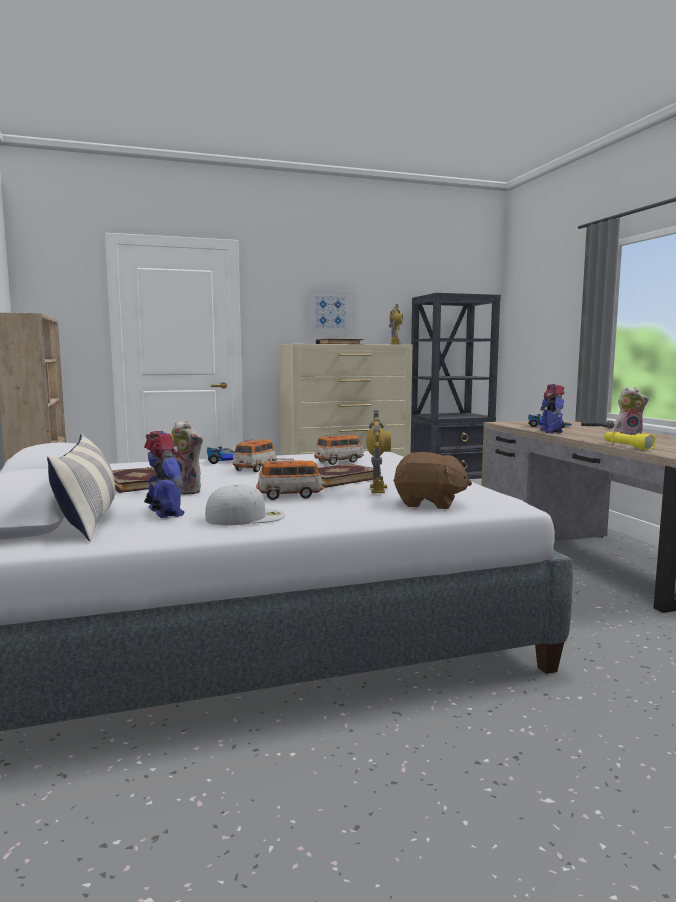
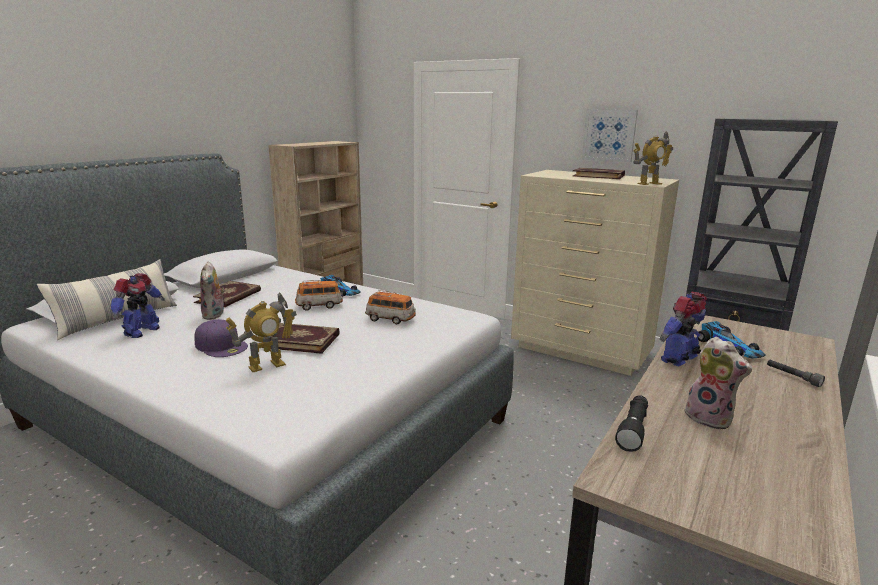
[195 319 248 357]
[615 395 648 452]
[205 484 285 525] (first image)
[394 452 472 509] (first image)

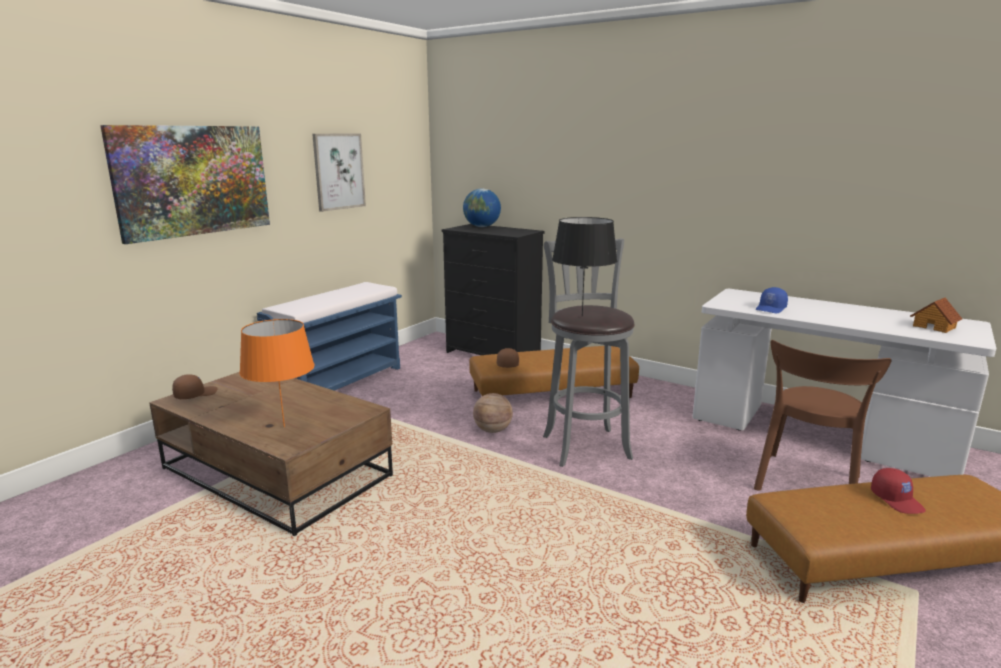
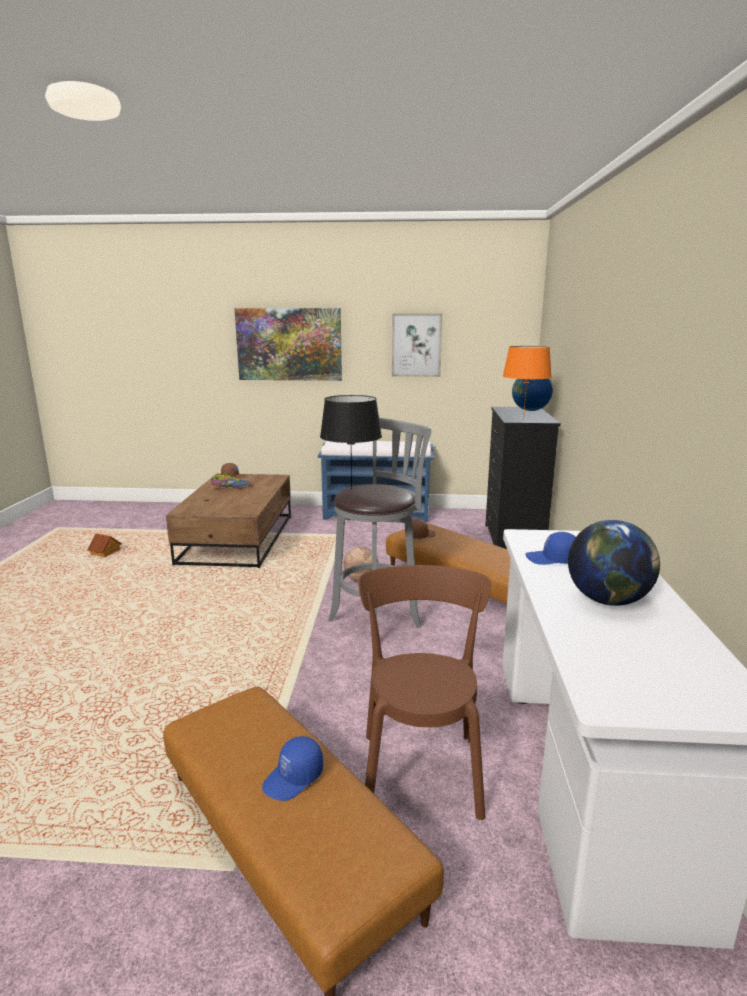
[87 533 122 557]
[211 473 251 489]
[262 736 323 801]
[358 565 491 820]
[503 346 552 420]
[568 520 660 606]

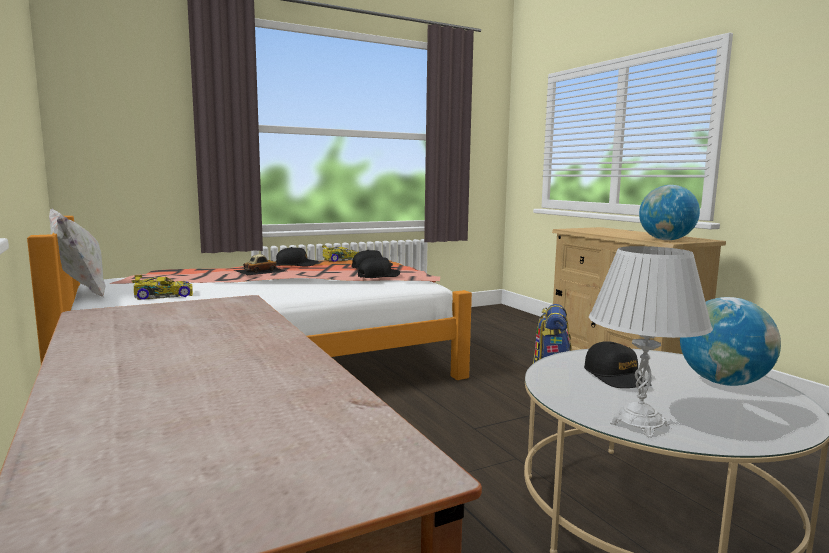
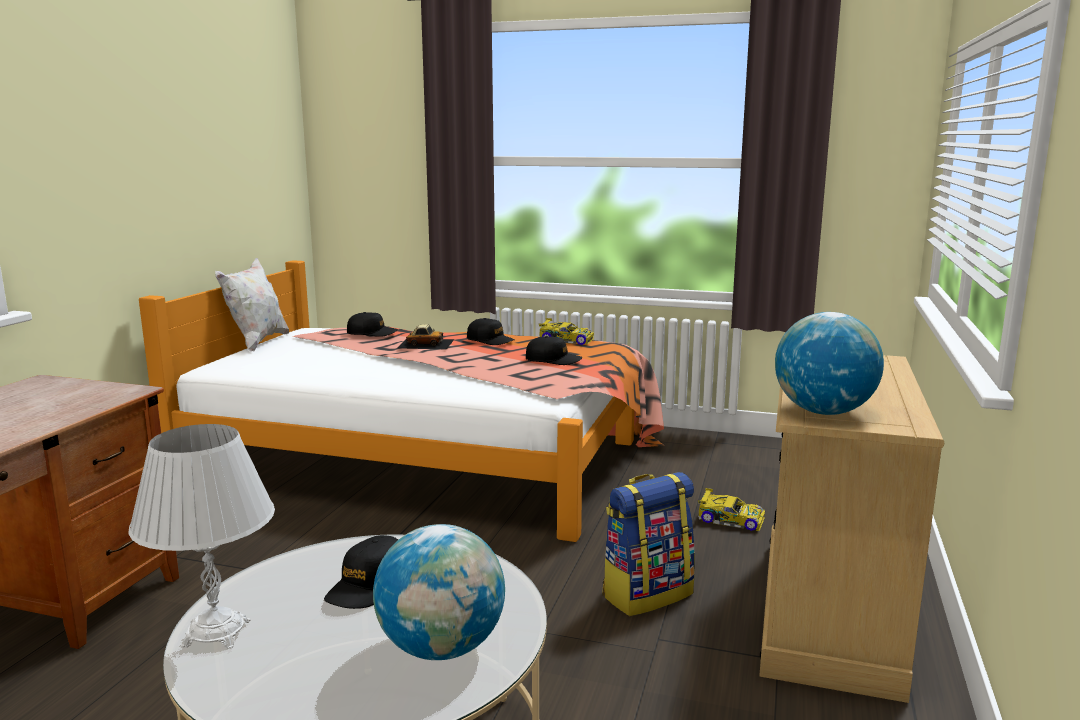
[347 312 398 337]
[698 488 765 531]

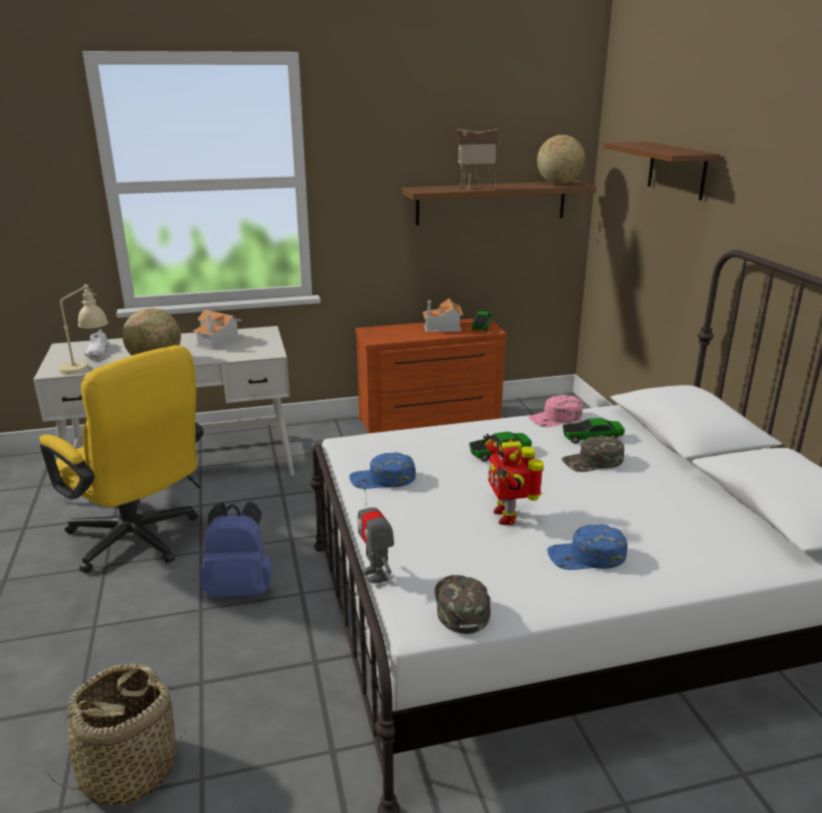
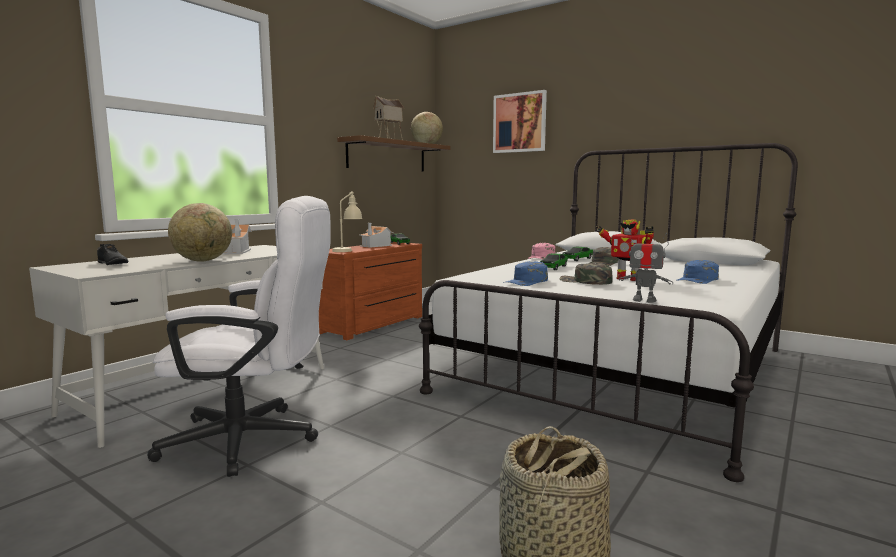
[97 244 129 265]
[147 196 331 477]
[332 191 363 252]
[493 90 547 153]
[560 263 613 285]
[199 501 272 597] (first image)

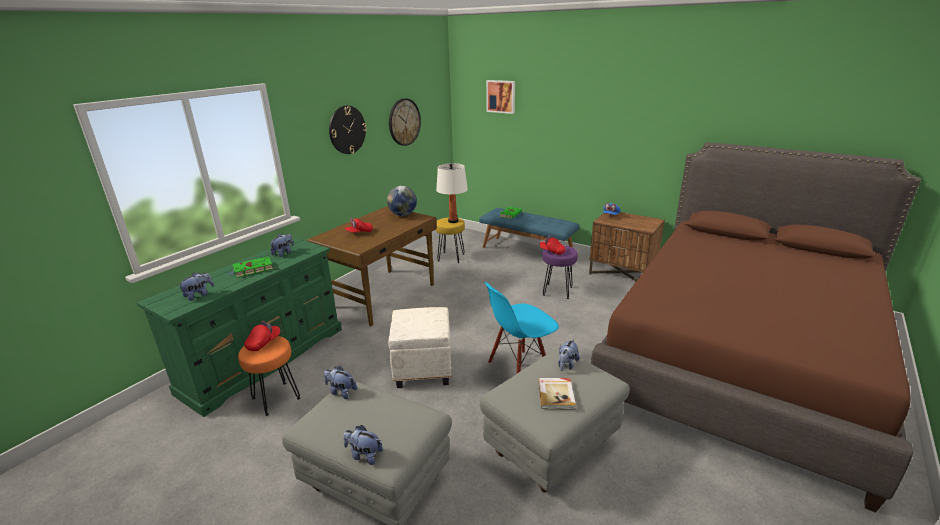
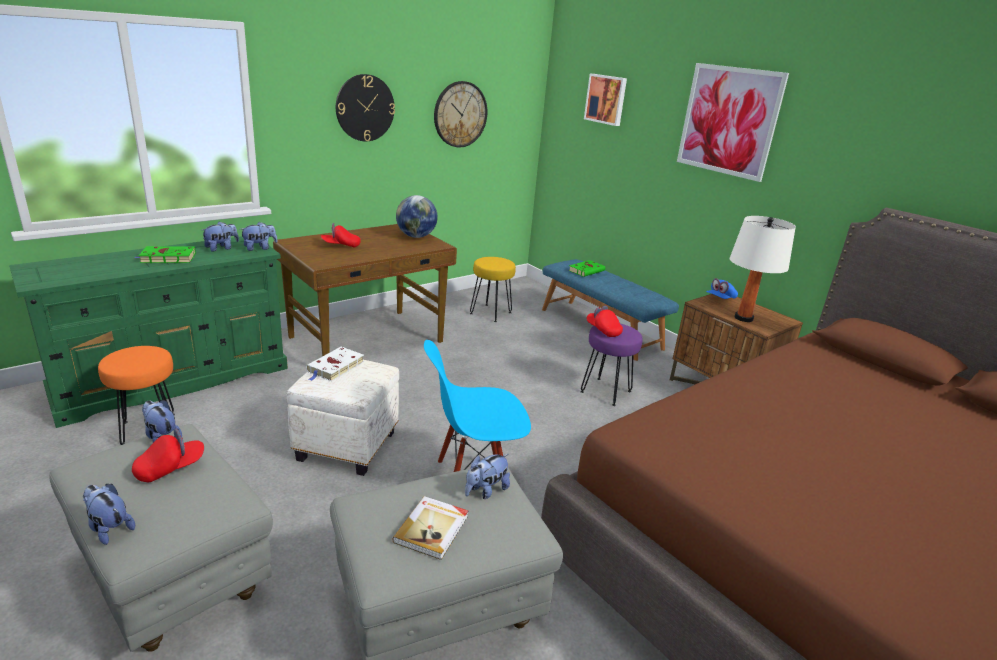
[132 429 204 482]
[240 222 278 251]
[306 347 364 381]
[677 63 789 182]
[730 216 796 322]

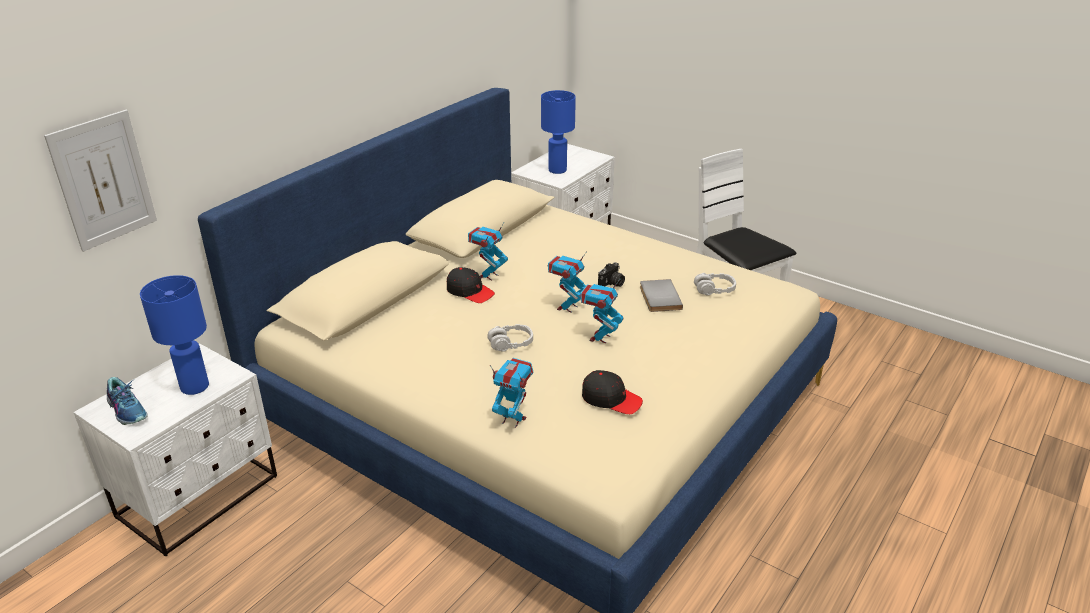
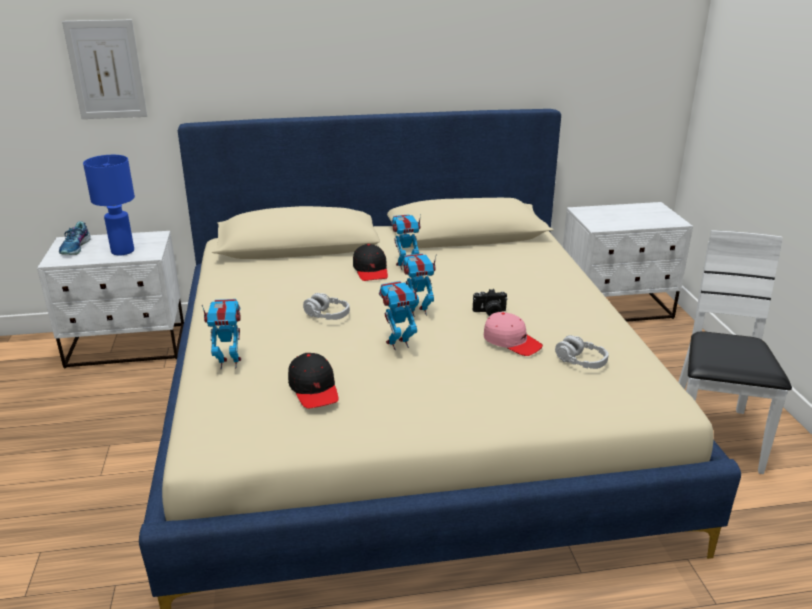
[202 299 241 370]
[484 312 543 356]
[541 90 576 174] (first image)

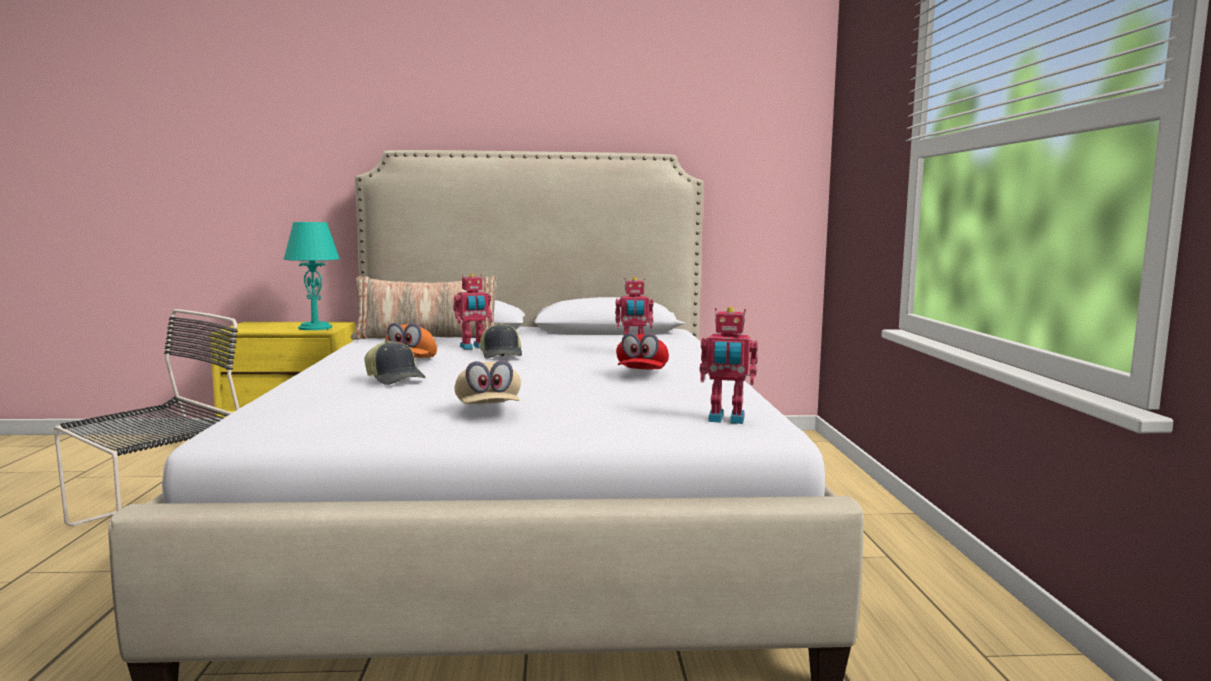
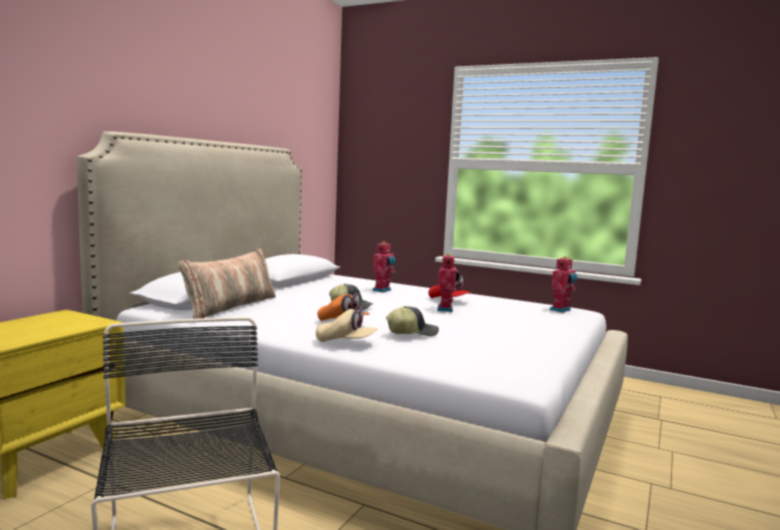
[316 307 378 342]
[437 254 460 312]
[284 222 340 330] (first image)

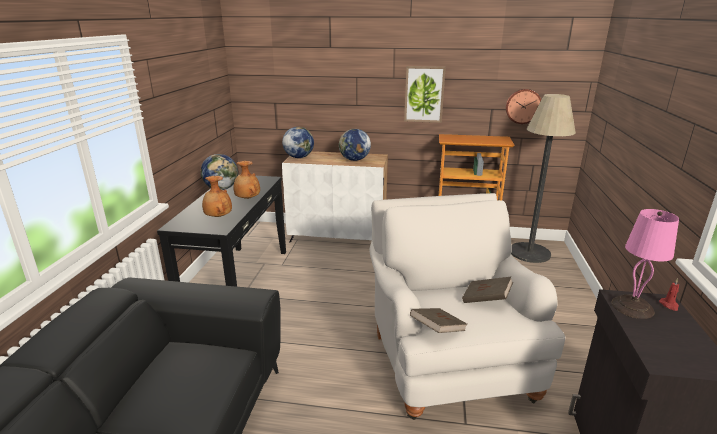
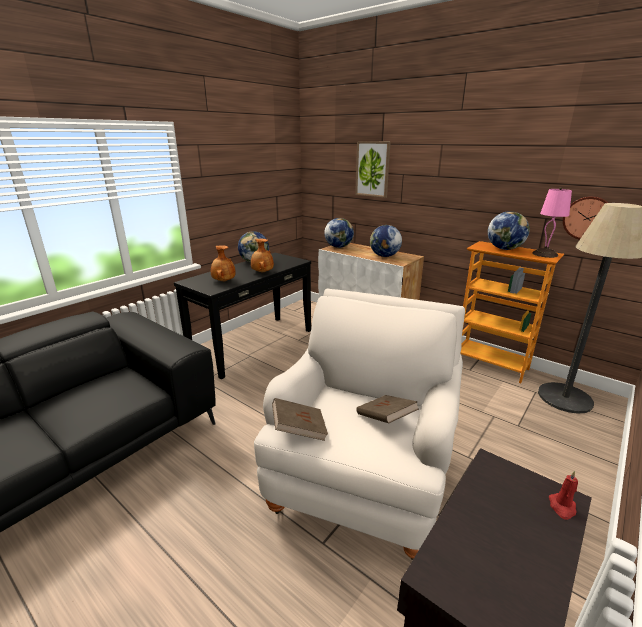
[355 141 391 198]
[488 211 530 250]
[532 187 572 258]

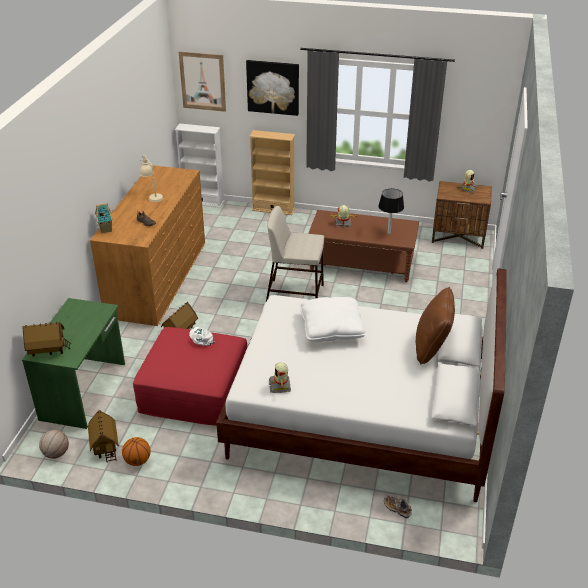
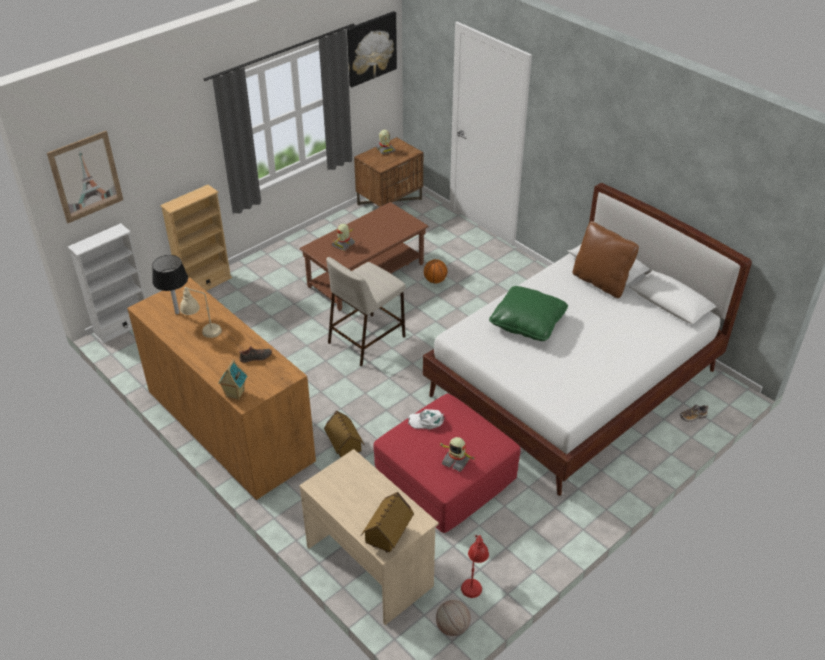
[152 255 188 314]
[299 449 439 625]
[347 11 397 87]
[424 259 447 283]
[439 437 476 472]
[461 535 489 598]
[489 286 568 341]

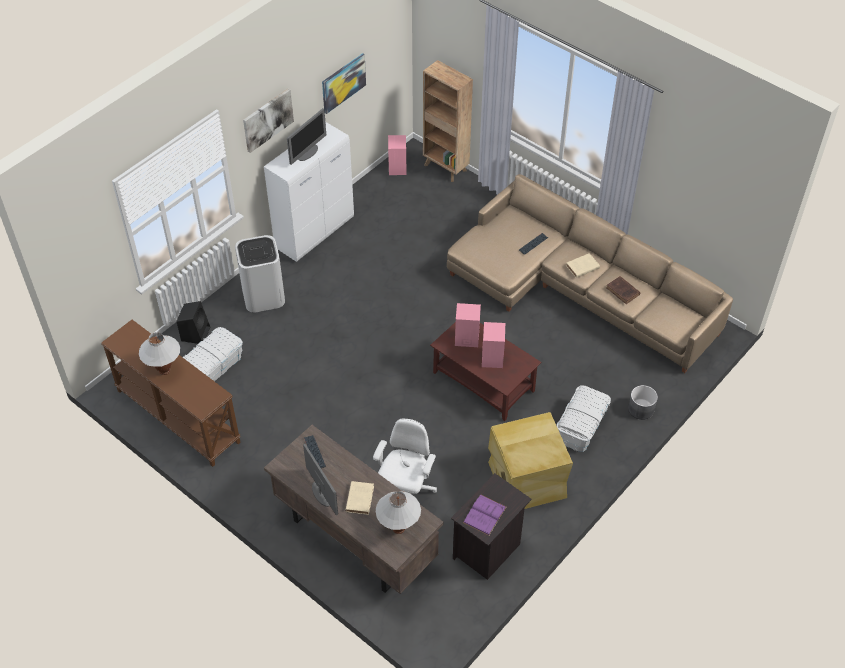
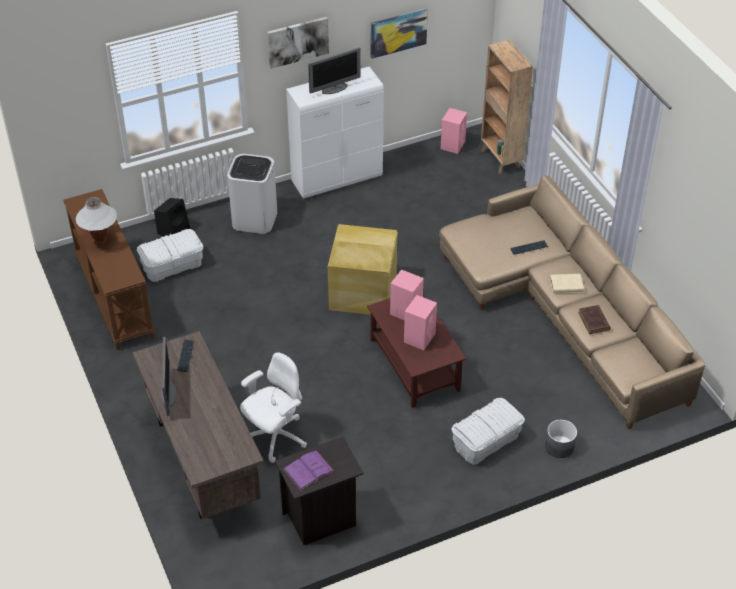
[328 224 398 315]
[345 481 374 515] (first image)
[375 491 421 534] (first image)

